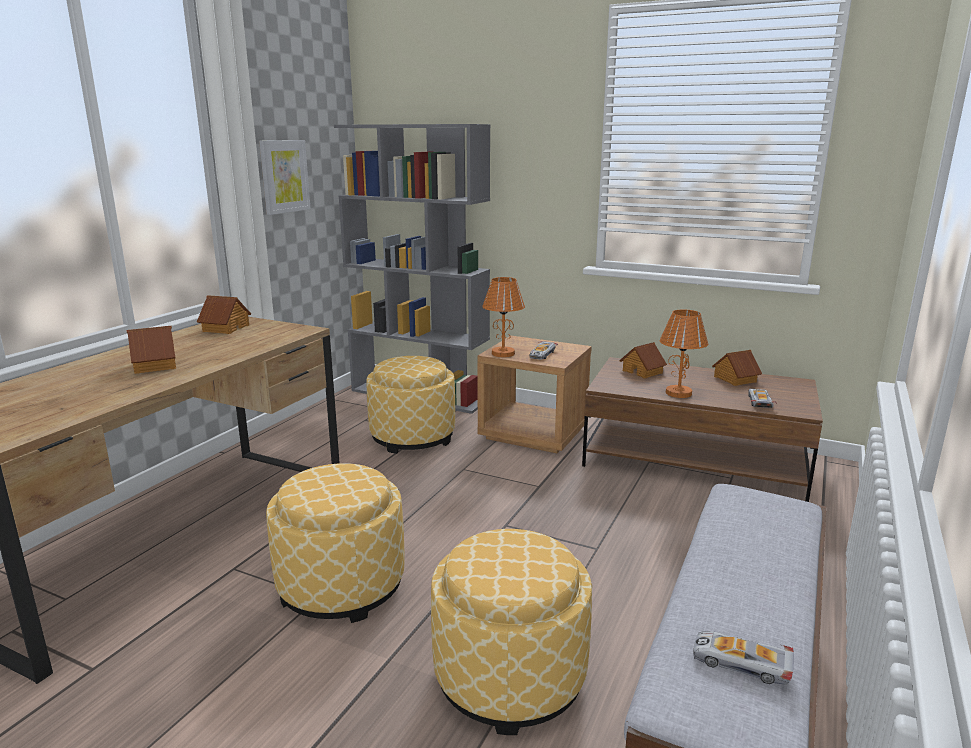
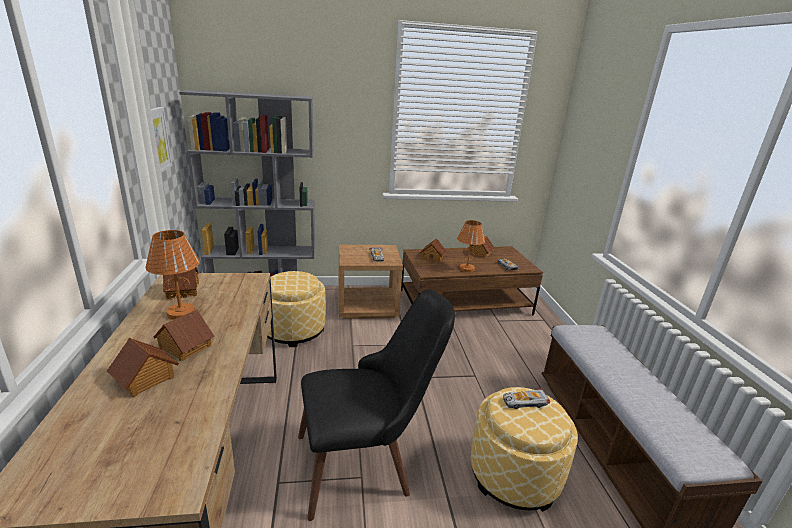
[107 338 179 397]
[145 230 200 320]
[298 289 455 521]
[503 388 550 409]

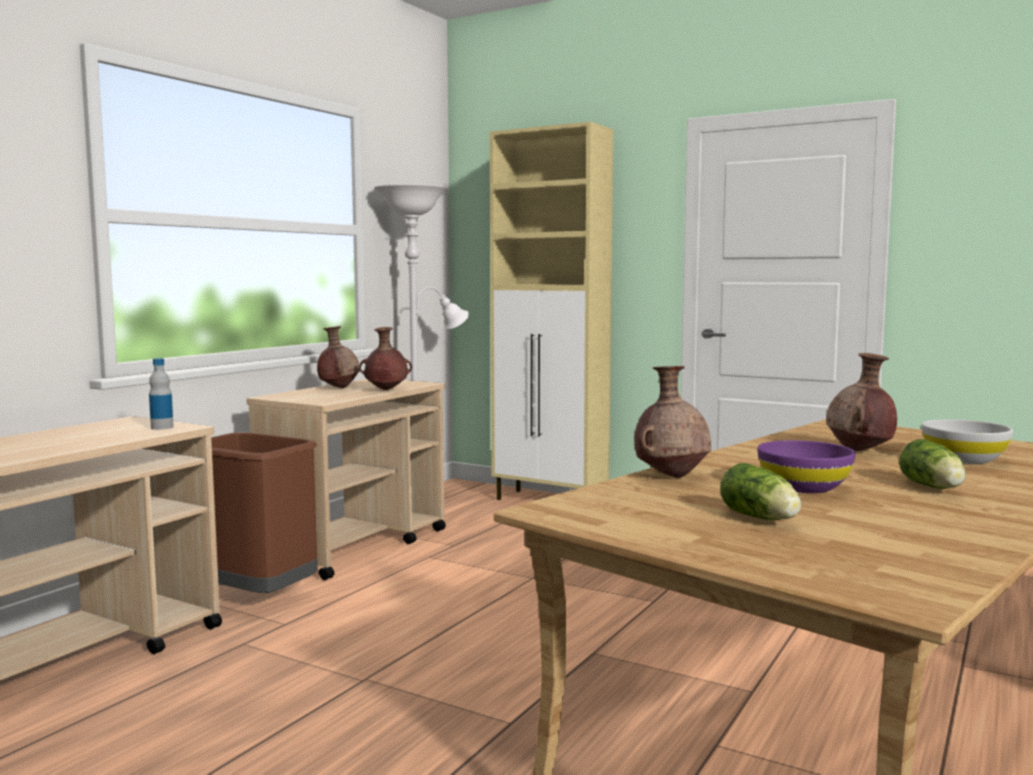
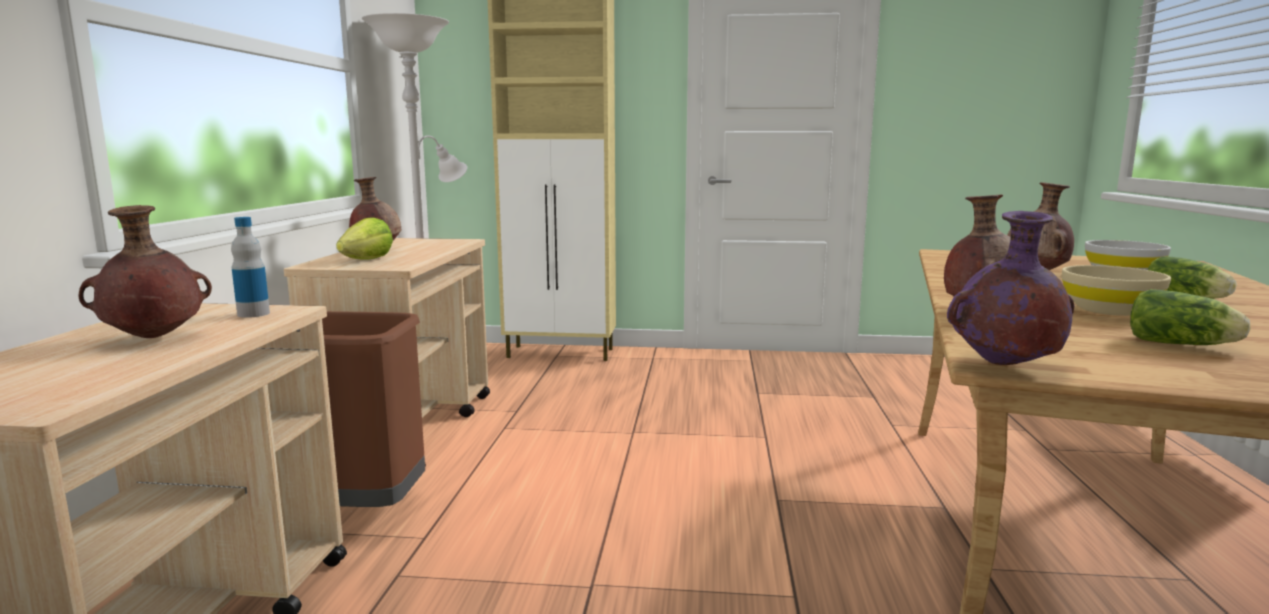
[78 205 212 338]
[336 217 393 260]
[947 211 1074 365]
[1062 265 1171 316]

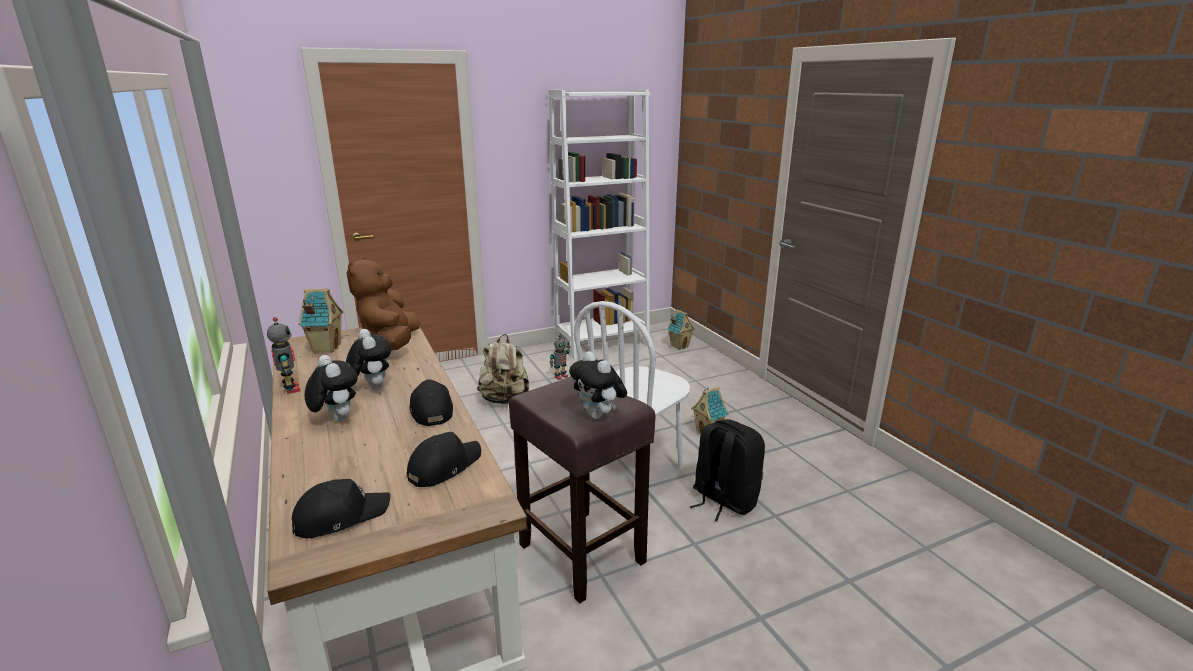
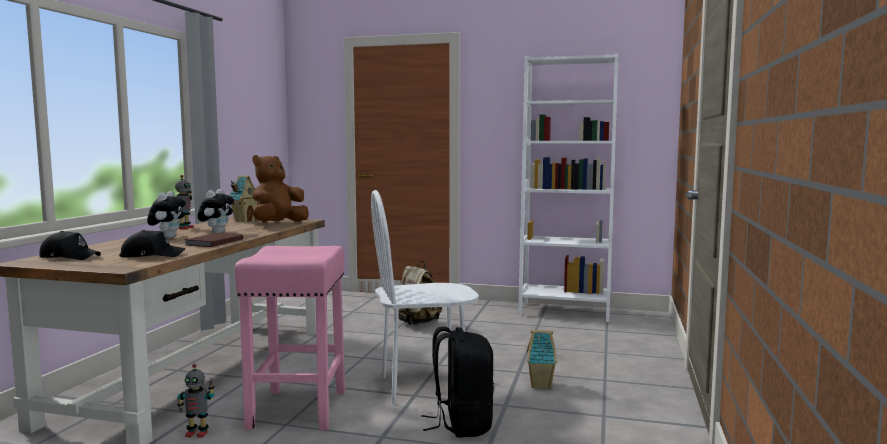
[177 364 215 438]
[185 233 243 247]
[235 246 345 431]
[569 351 627 419] (first image)
[667 309 695 350] (first image)

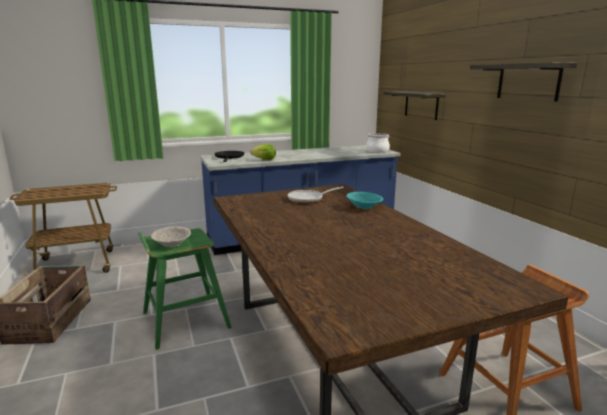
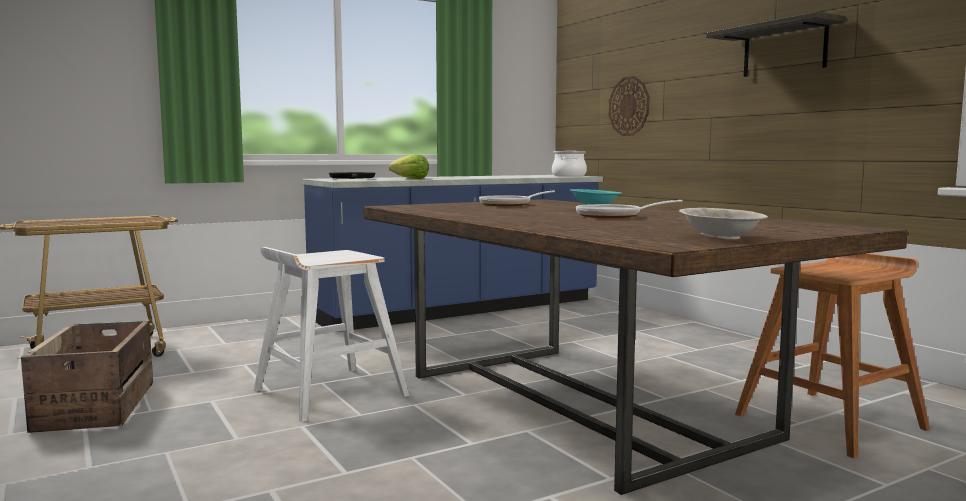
[253 247 409 422]
[576 200 683 218]
[609 76 650 136]
[679 208 768 239]

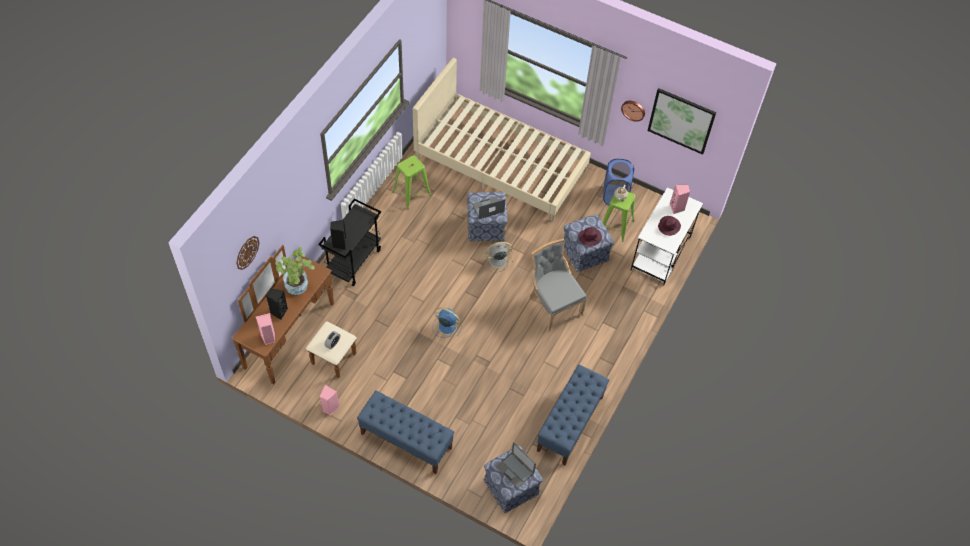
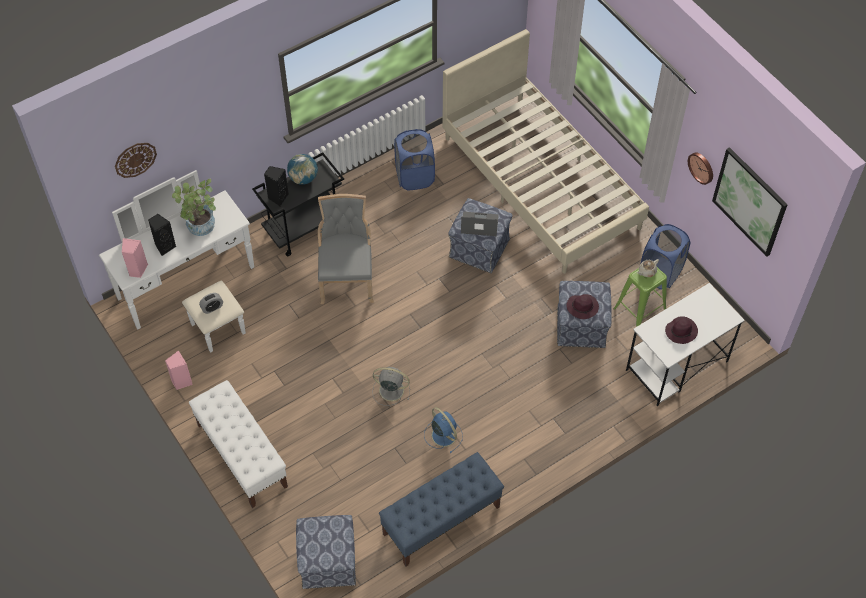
[99 170 254 353]
[189 380 288 508]
[287 154 318 185]
[318 194 374 304]
[373 367 410 406]
[394 129 435 190]
[424 407 463 453]
[496 442 536 488] (first image)
[670 184 690 214] (first image)

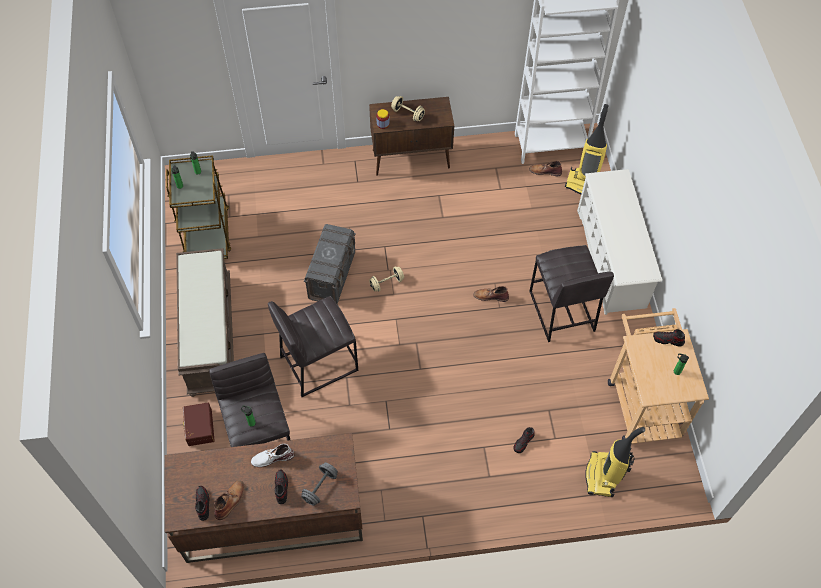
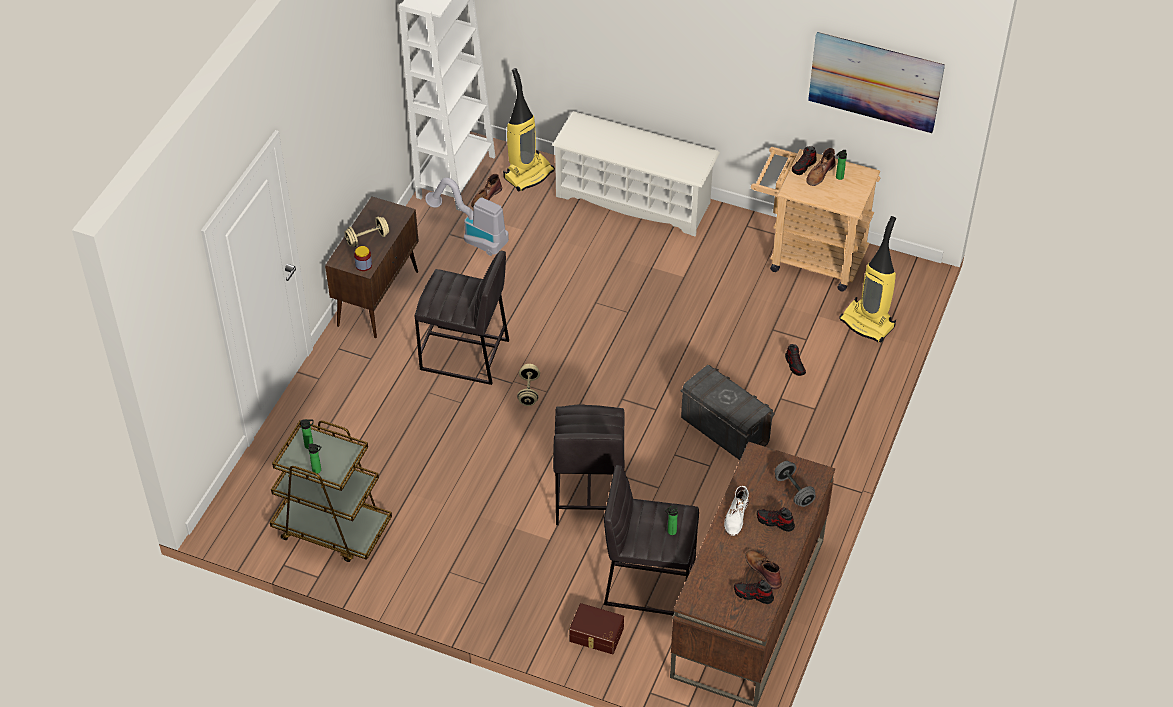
[415 251 509 385]
[425 178 509 256]
[680 365 775 460]
[806 148 836 186]
[808 32 945 133]
[176 248 234 397] (first image)

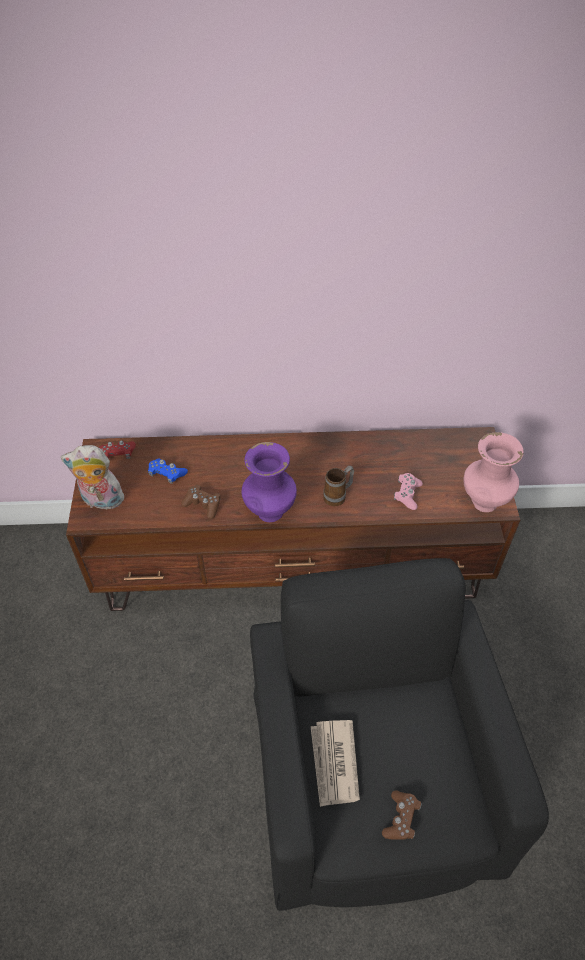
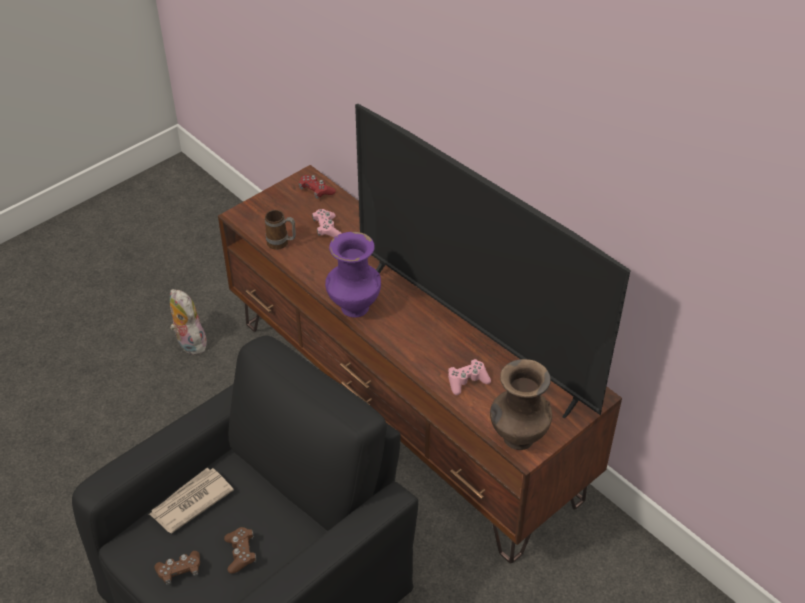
[170 289 207 355]
[224 527 256 574]
[265 210 296 250]
[312 209 342 238]
[355 104 631 419]
[490 359 552 450]

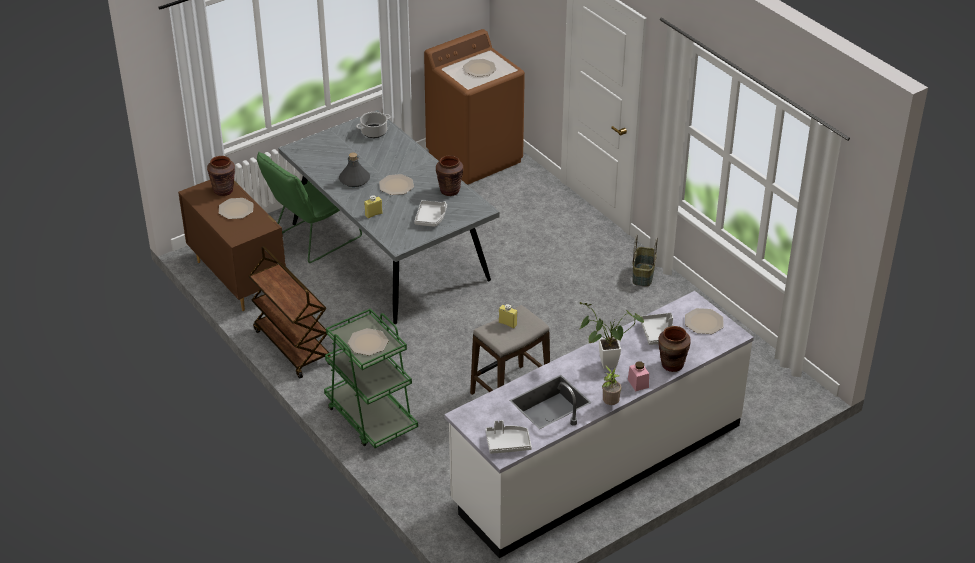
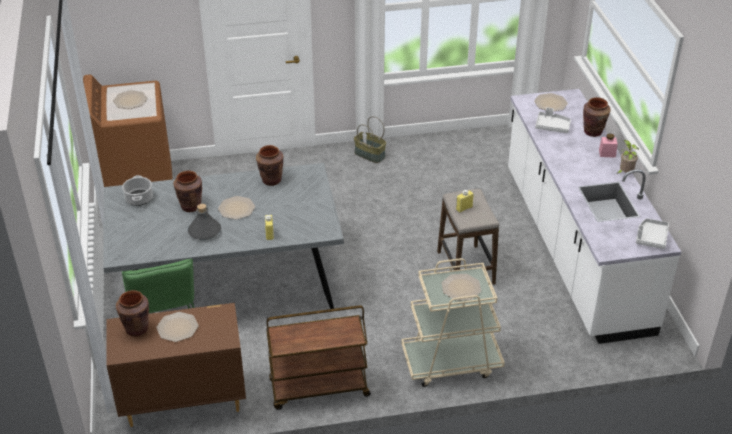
[173 170 202 212]
[401 258 505 387]
[414 200 447 227] (first image)
[580 302 644 369] (first image)

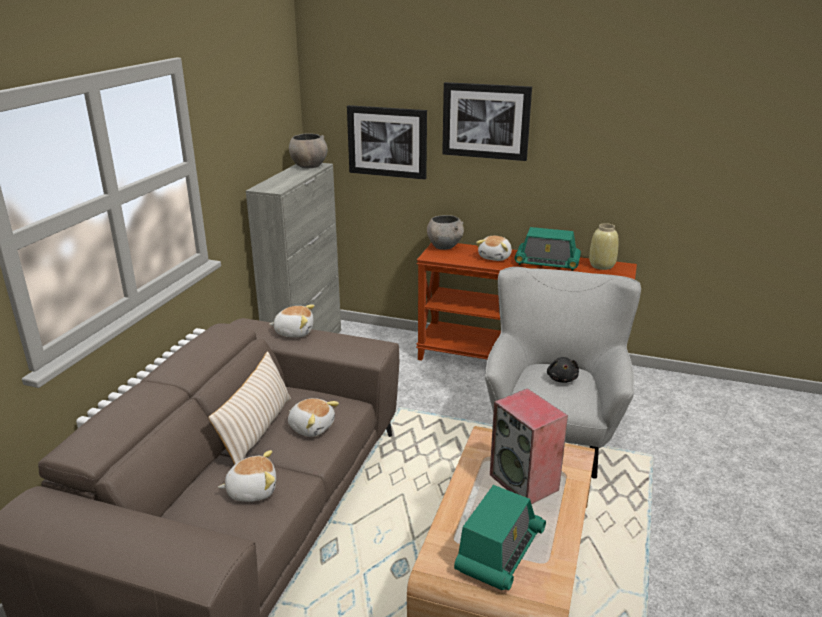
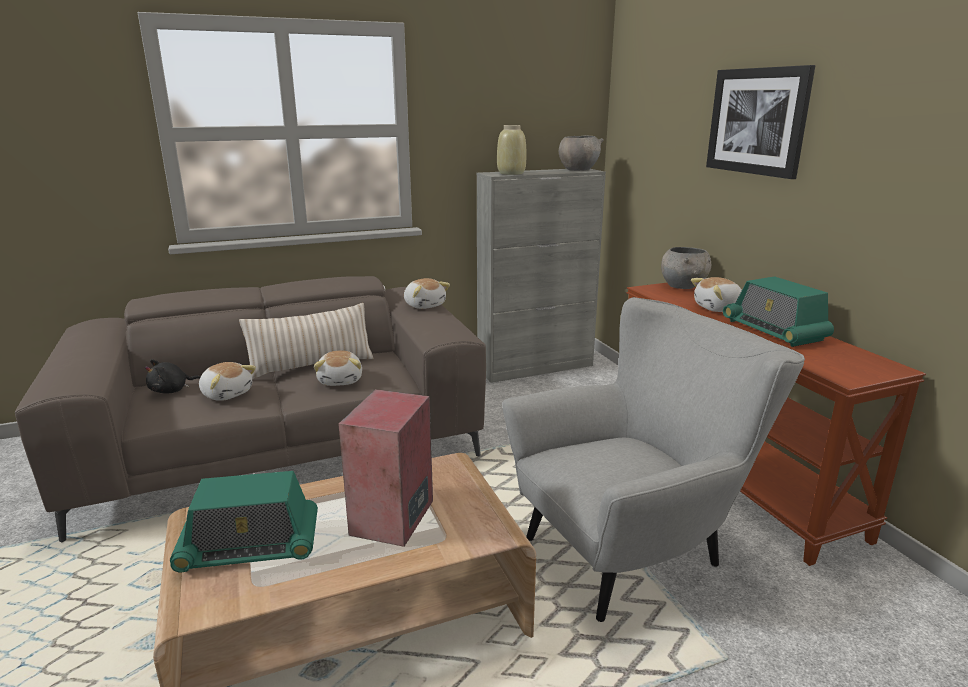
[145 359 200 393]
[497 125 526 175]
[347 105 427 180] (first image)

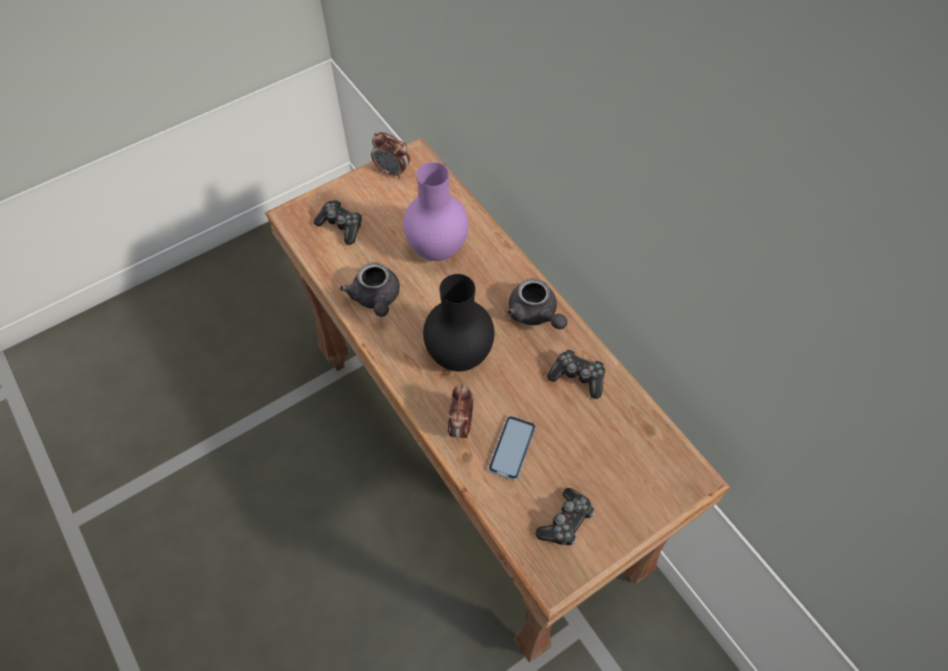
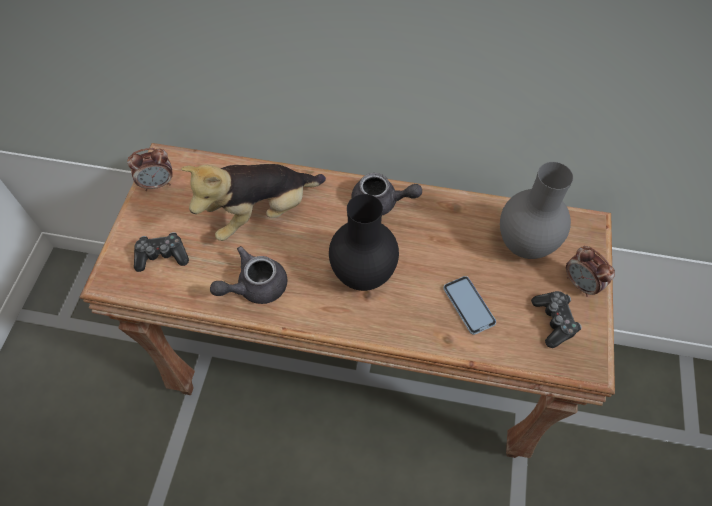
[181 164 326 241]
[210 246 287 304]
[500 162 573 259]
[566 246 615 297]
[547 349 605 399] (first image)

